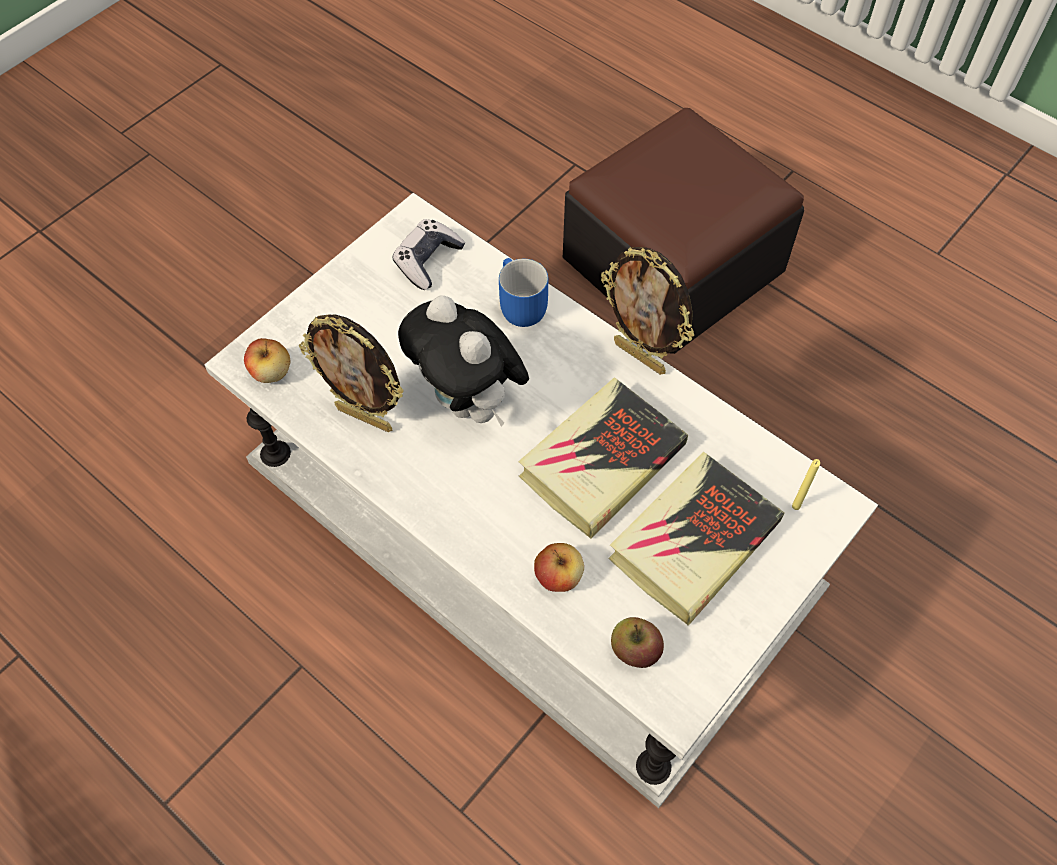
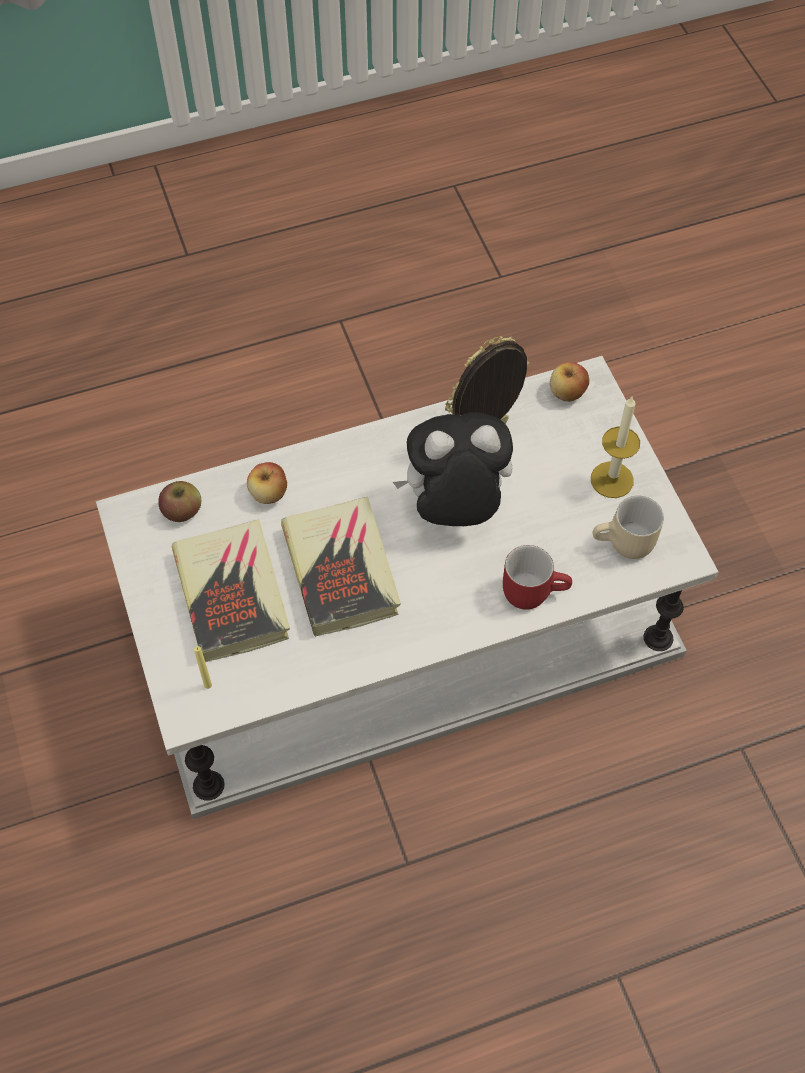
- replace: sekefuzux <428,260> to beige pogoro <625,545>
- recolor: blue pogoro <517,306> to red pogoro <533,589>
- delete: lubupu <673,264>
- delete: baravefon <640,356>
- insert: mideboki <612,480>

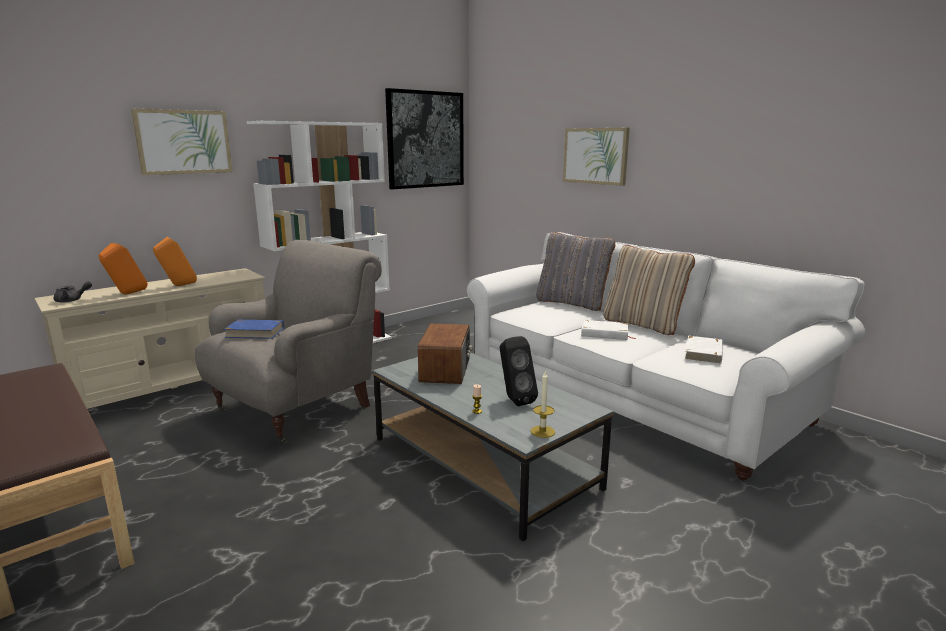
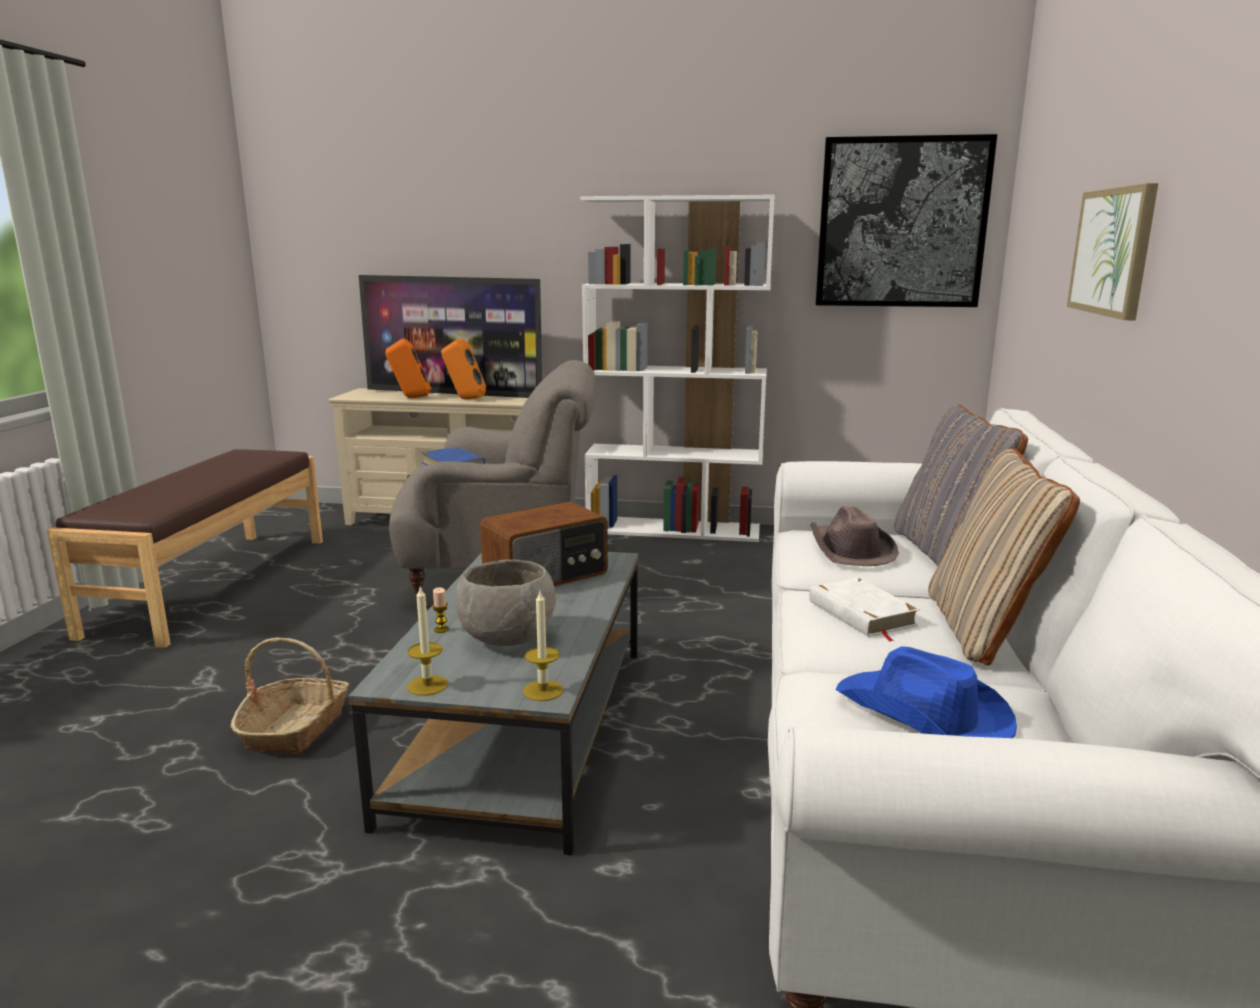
- delete: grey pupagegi <72,300>
- delete: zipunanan <184,142>
- replace: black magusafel <514,400> to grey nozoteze <508,638>
- replace: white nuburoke <704,353> to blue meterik <924,714>
- insert: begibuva <295,728>
- insert: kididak <455,394>
- insert: mideboki <543,690>
- insert: brown meterik <849,549>

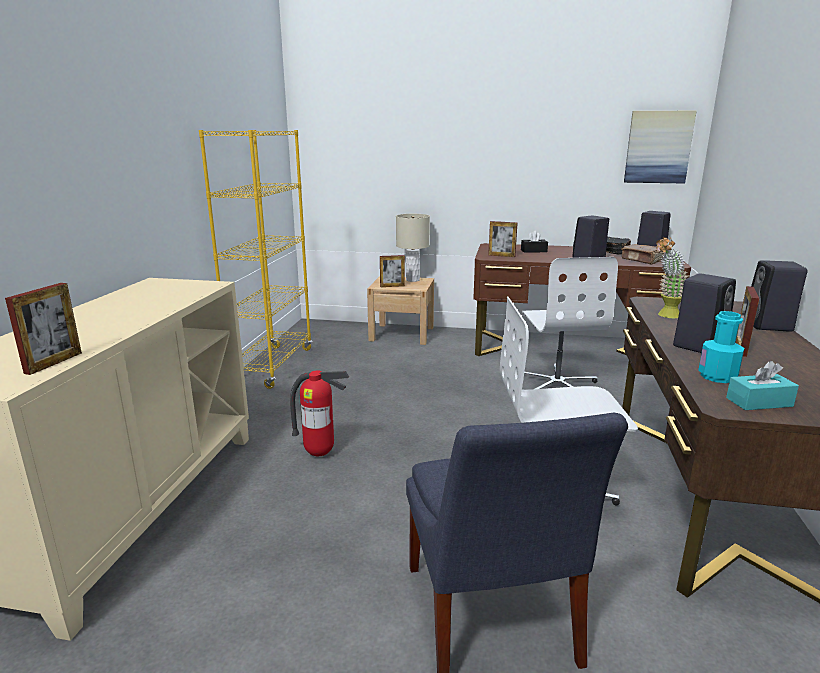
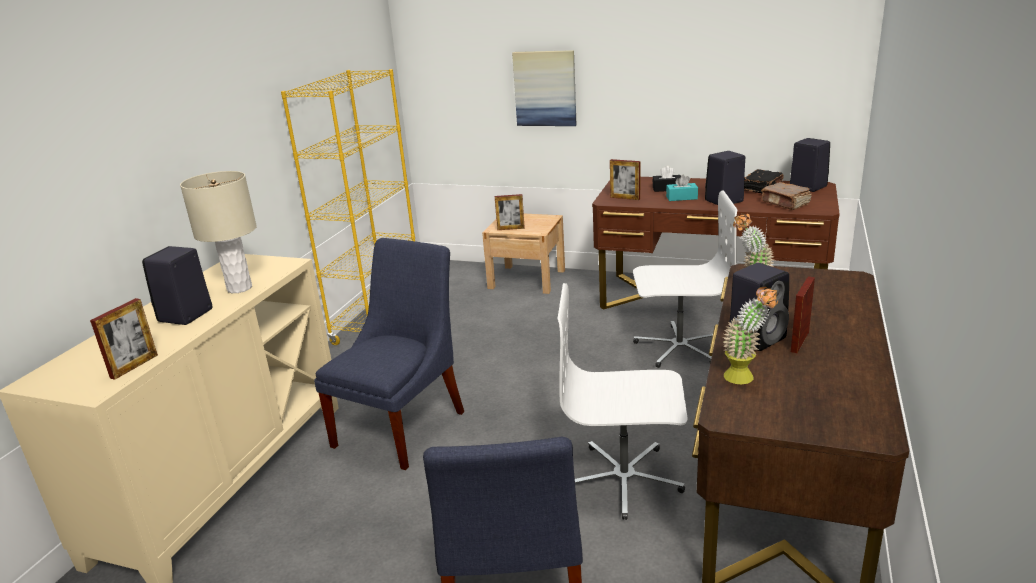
- replace: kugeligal <320,453> to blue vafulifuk <403,425>
- move: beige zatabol <412,280> to <240,288>
- rotate: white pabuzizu <557,384> = <678,347> 90 degrees counterclockwise
- move: zipunanan <658,147> to <545,88>
- replace: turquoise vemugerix <717,376> to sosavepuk <745,379>
- move: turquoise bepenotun <759,402> to <681,198>
- move: black magusafel <769,326> to <185,316>

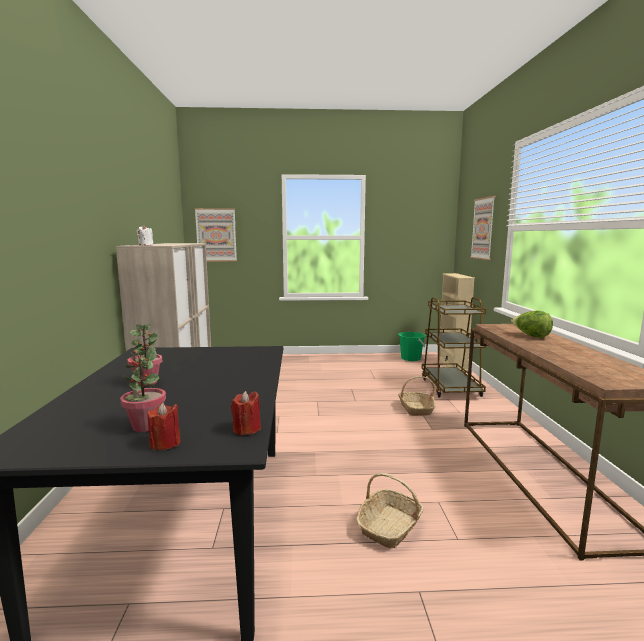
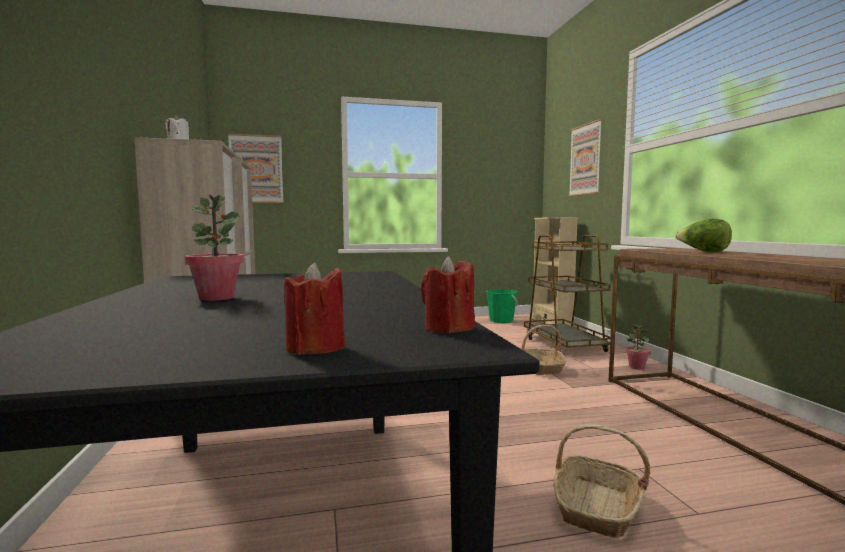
- move: sosavepuk <145,426> to <636,367>

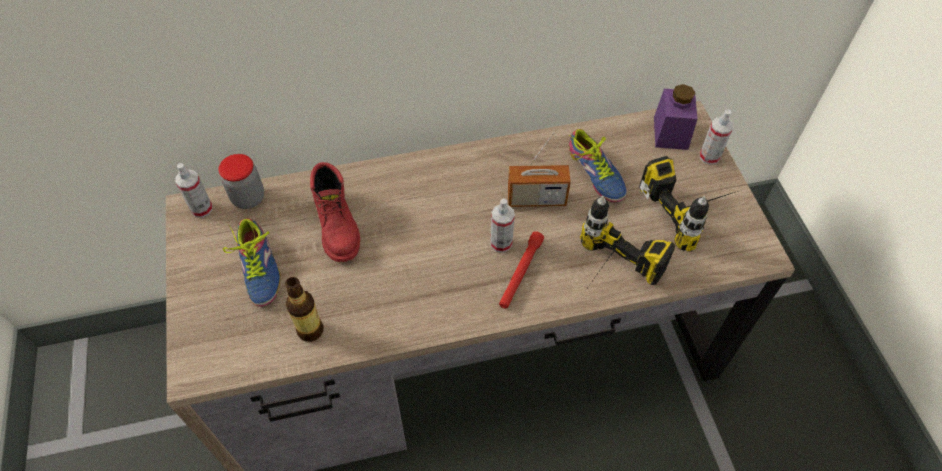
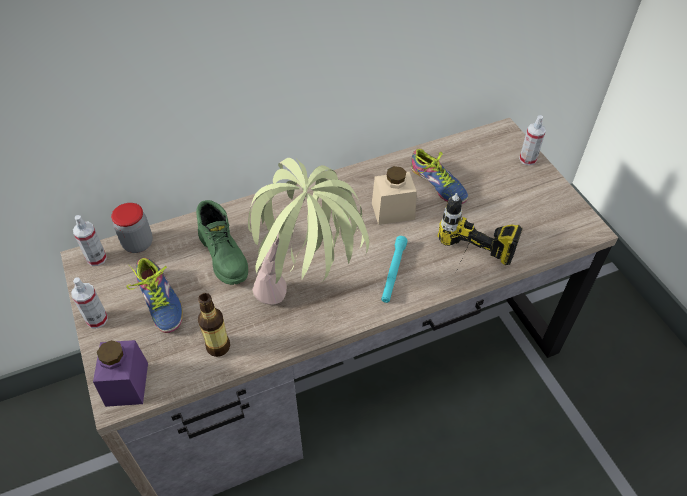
- recolor: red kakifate <338,226> to green kakifate <224,255>
- move: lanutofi <501,243> to <97,319>
- recolor: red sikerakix <520,273> to turquoise sikerakix <393,272>
- replace: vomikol <536,199> to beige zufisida <393,211>
- delete: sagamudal <694,211>
- move: purple zufisida <670,133> to <127,384>
- insert: sosavepuk <309,298>

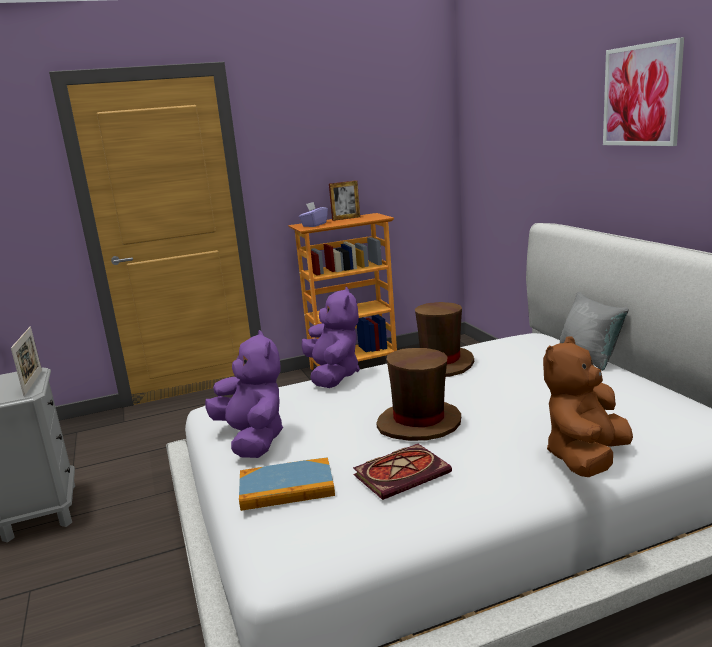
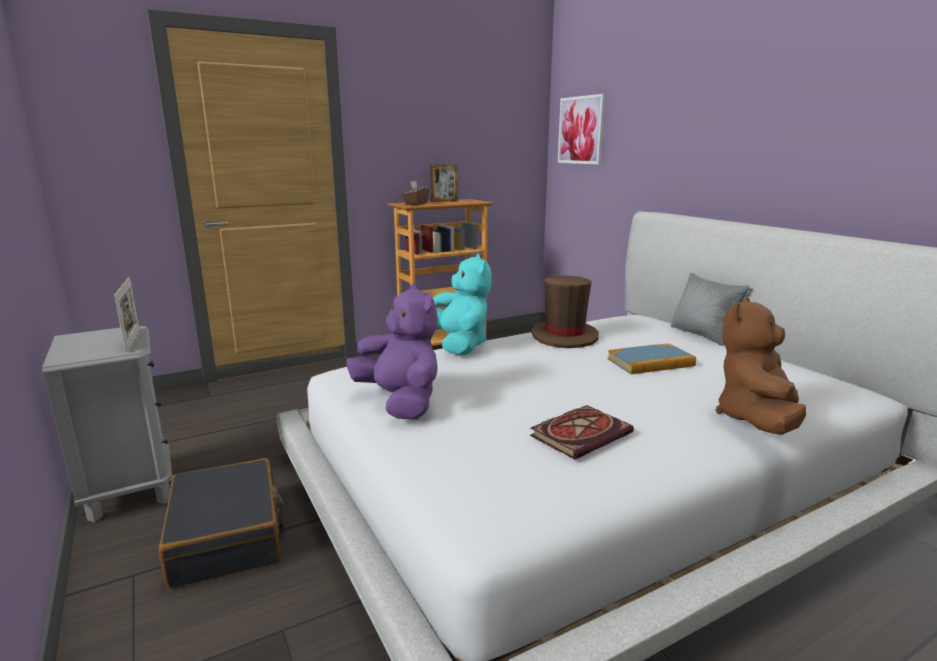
- move: nuburoke <286,488> to <650,362>
- recolor: purple bepenotun <314,225> to brown bepenotun <416,204>
- recolor: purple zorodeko <333,375> to turquoise zorodeko <459,345>
- delete: brown meterik <419,423>
- move: zipunanan <641,95> to <581,130>
- insert: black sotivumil <228,536>

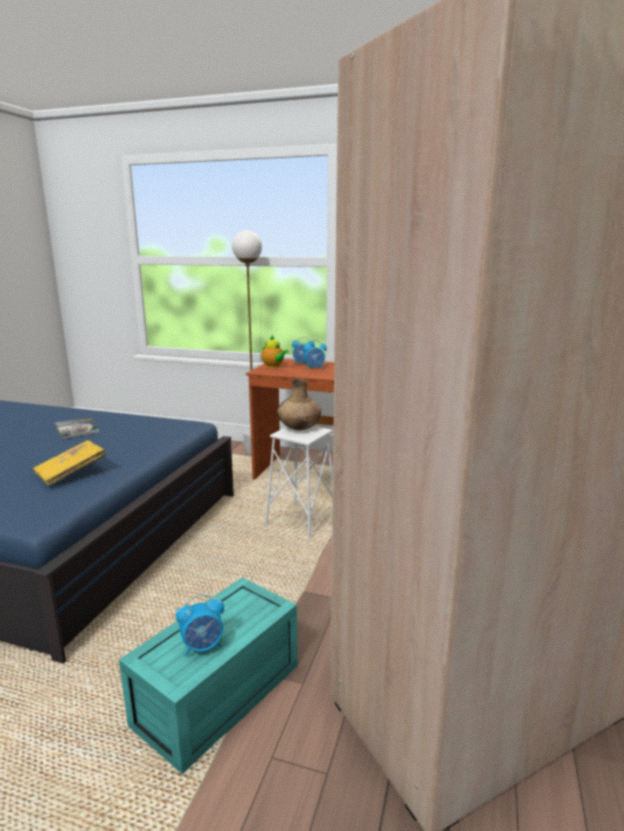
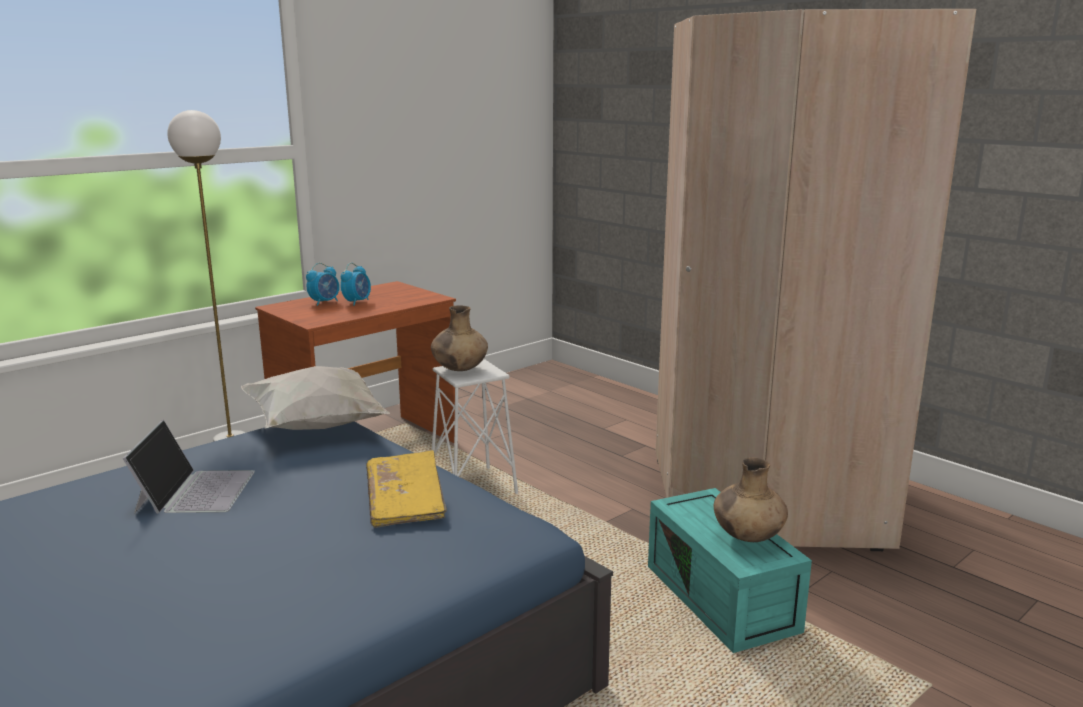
- replace: nuburoke <76,429> to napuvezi <195,490>
- replace: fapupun <203,646> to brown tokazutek <747,536>
- delete: pupagegi <274,366>
- insert: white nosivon <318,428>

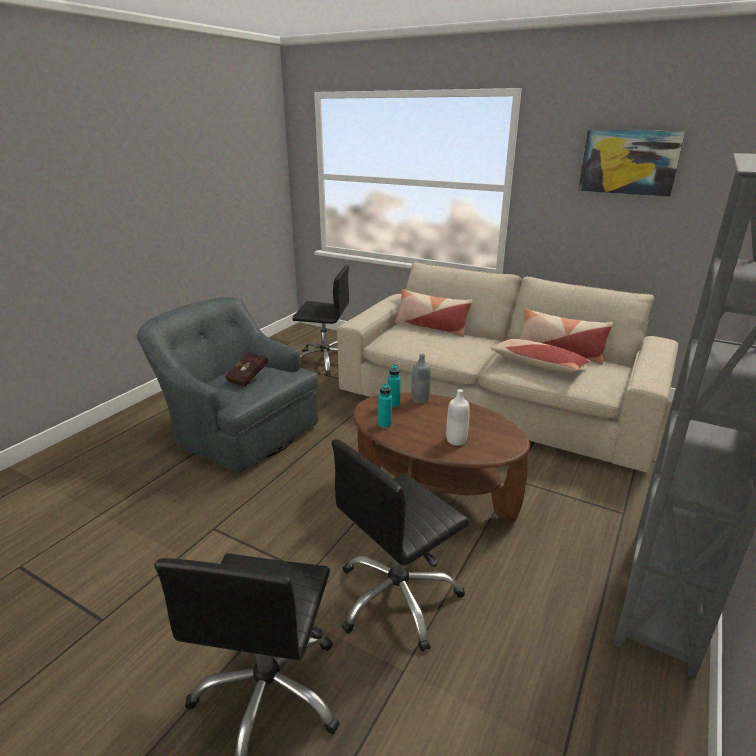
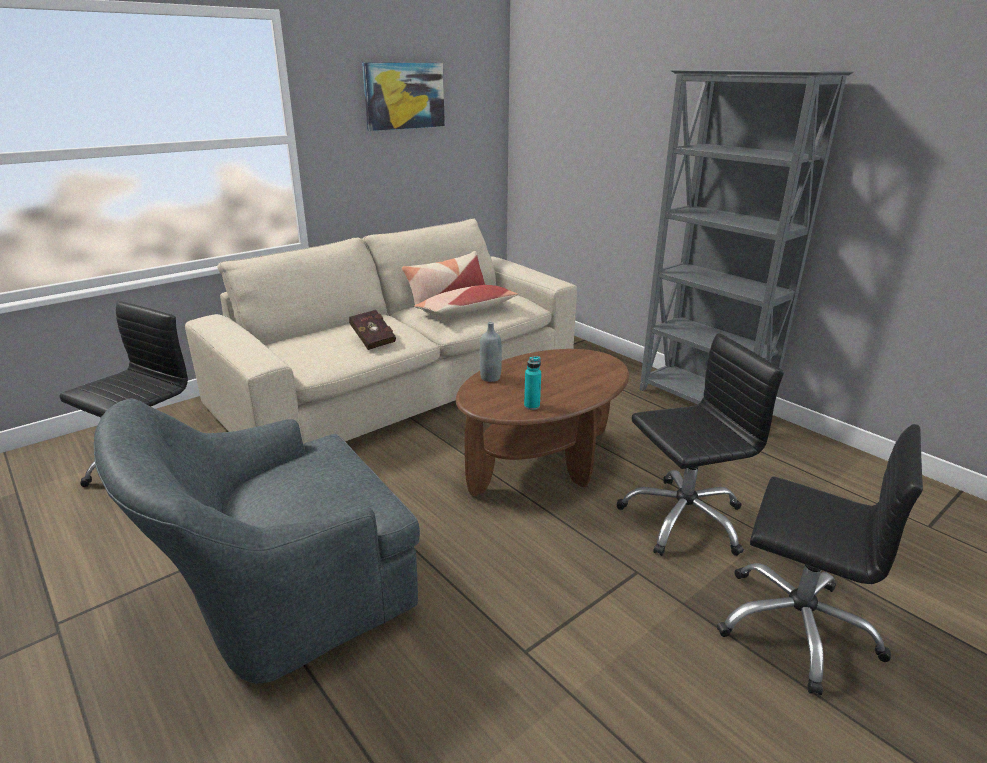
- move: red nuburoke <250,378> to <372,340>
- rotate: black pabuzizu <398,597> = <683,518> 90 degrees counterclockwise
- delete: turquoise vemugerix <393,404>
- delete: nosivon <431,327>
- delete: white vemugerix <456,440>

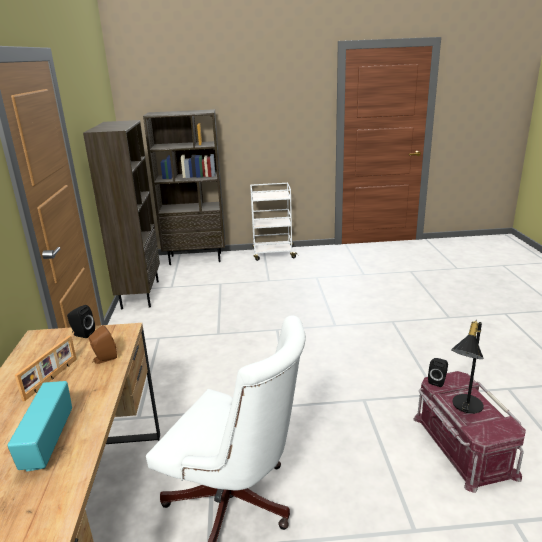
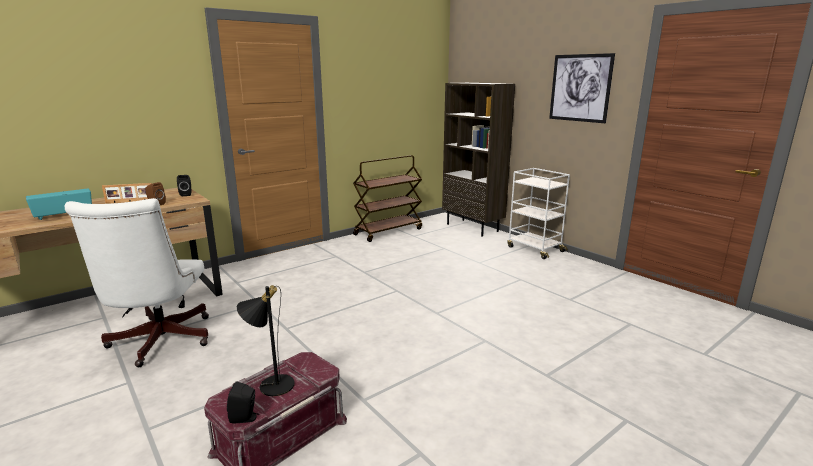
- replace: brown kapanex <139,294> to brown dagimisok <388,231>
- move: black magusafel <437,381> to <245,418>
- insert: zipunanan <580,88>

